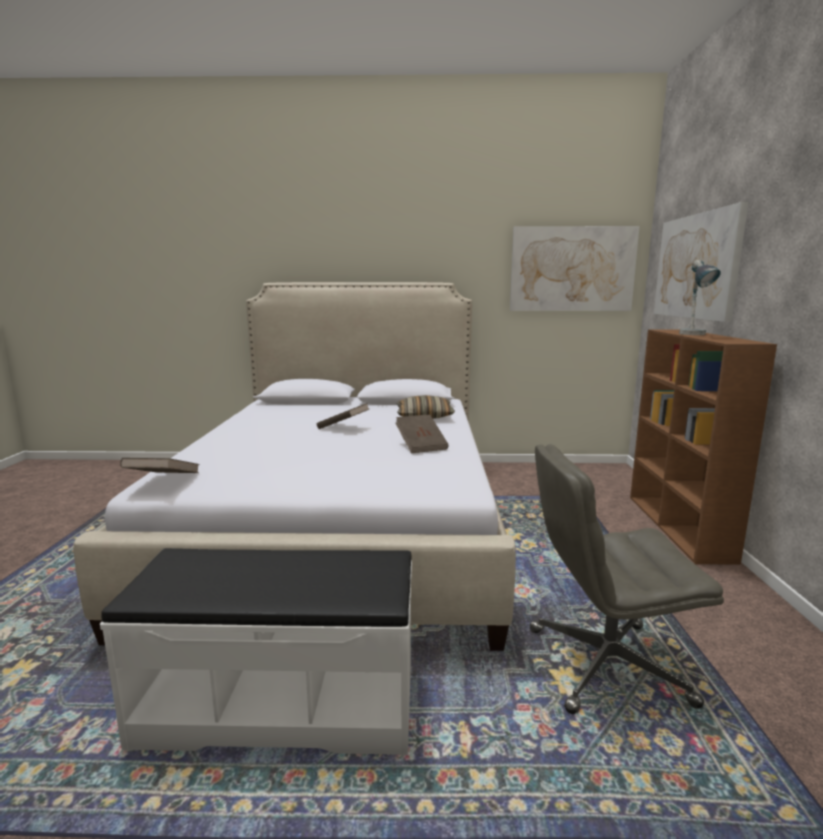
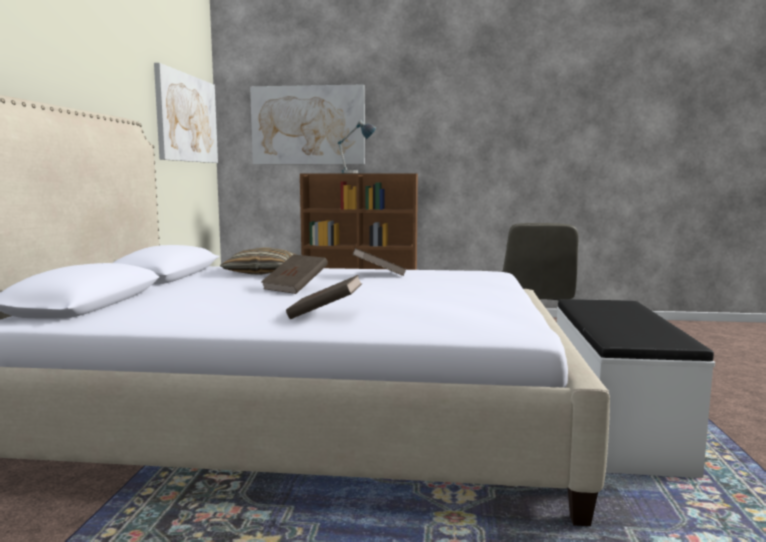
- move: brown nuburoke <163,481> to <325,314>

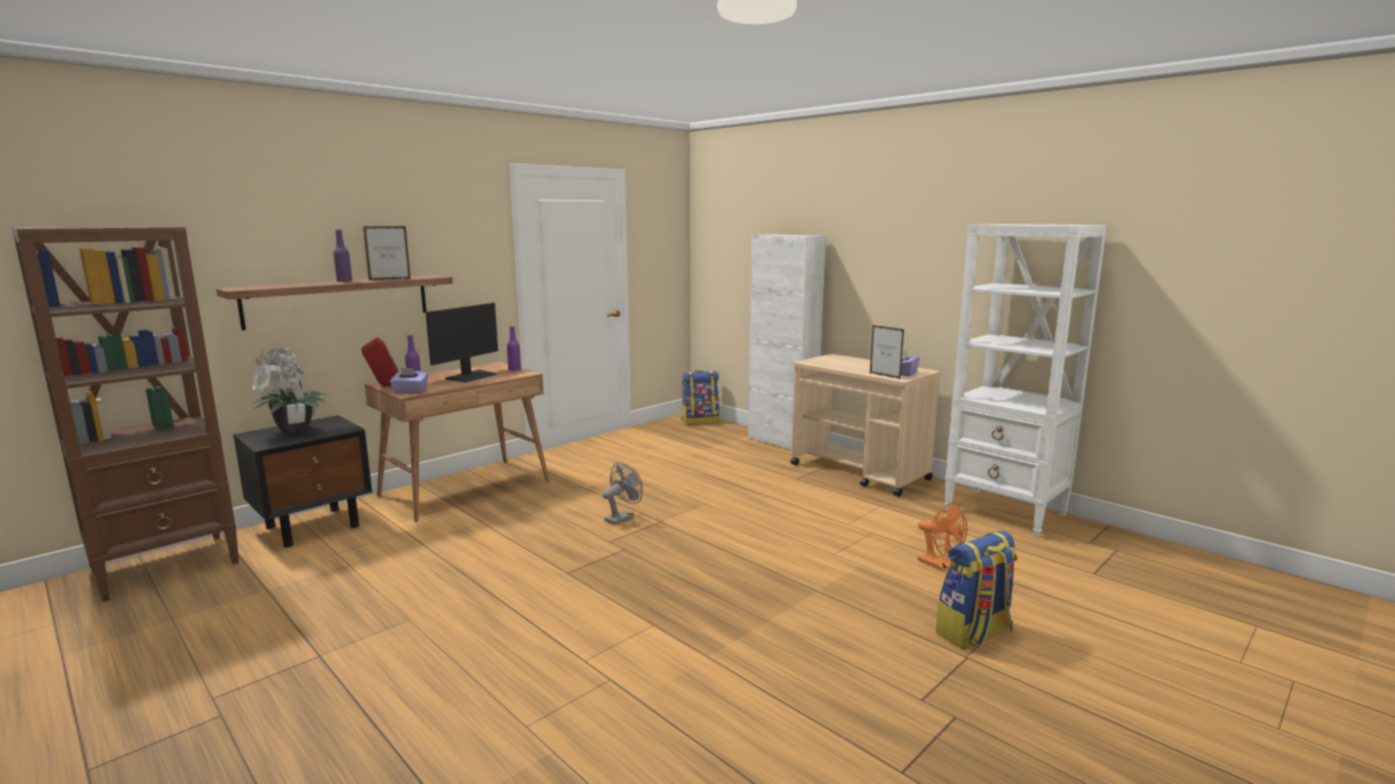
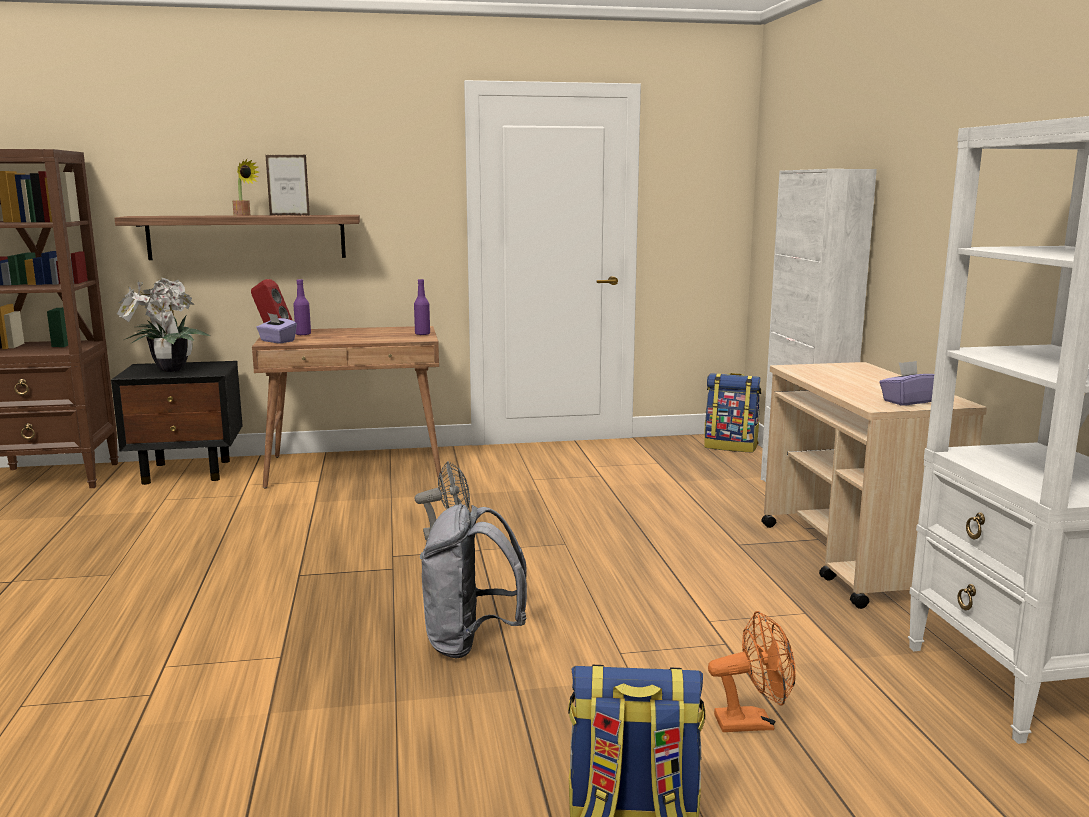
- replace: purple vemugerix <344,281> to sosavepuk <244,215>
- delete: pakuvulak <471,376>
- delete: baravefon <884,376>
- rotate: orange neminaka <940,565> = <753,722> 90 degrees counterclockwise
- insert: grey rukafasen <471,642>

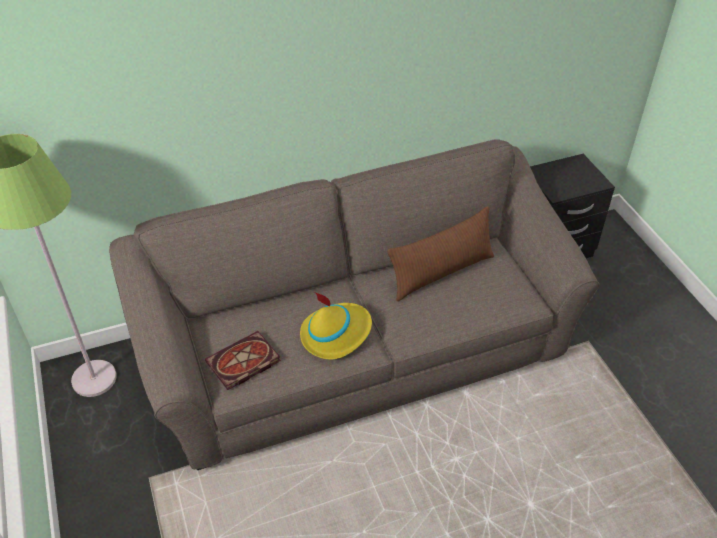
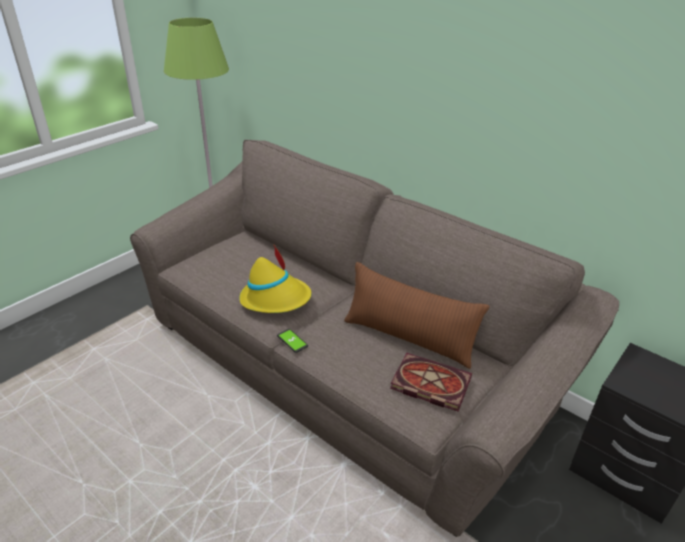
- move: nuburoke <242,363> to <428,384>
- insert: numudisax <292,341>

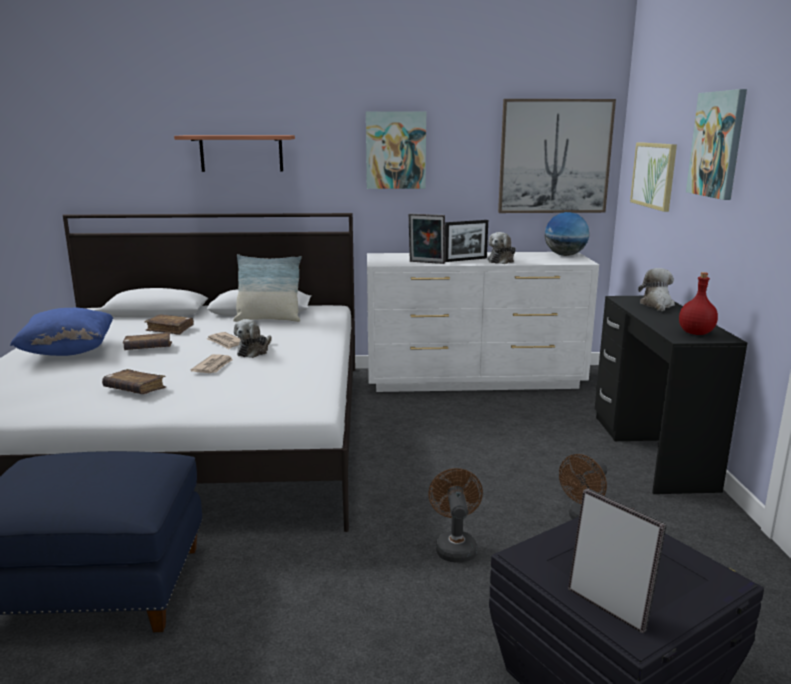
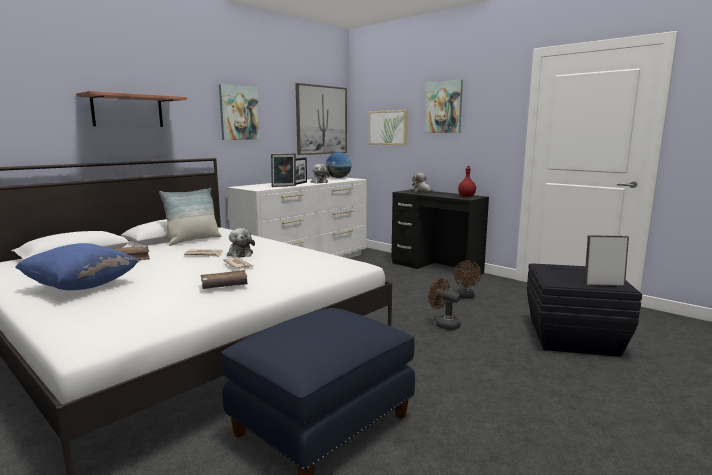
- delete: brown nuburoke <148,348>

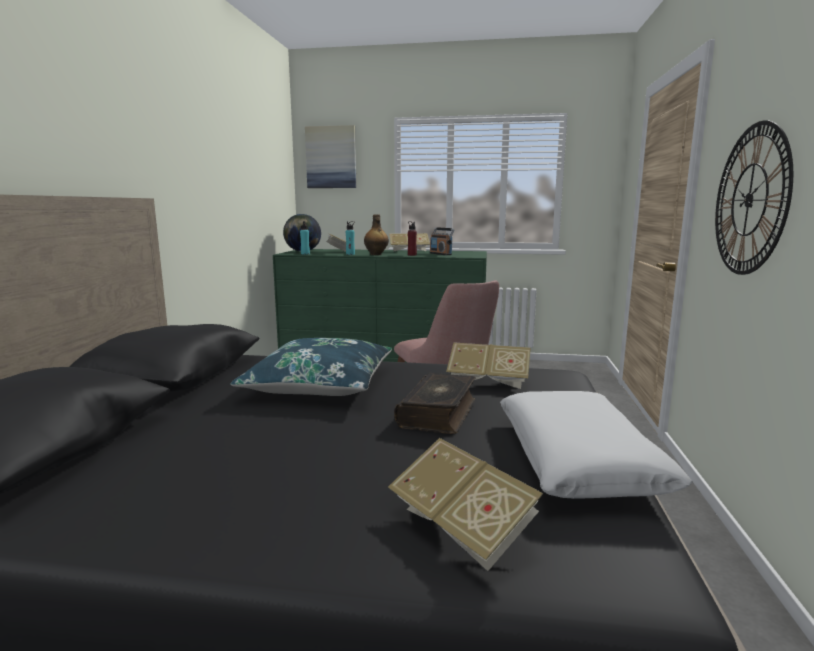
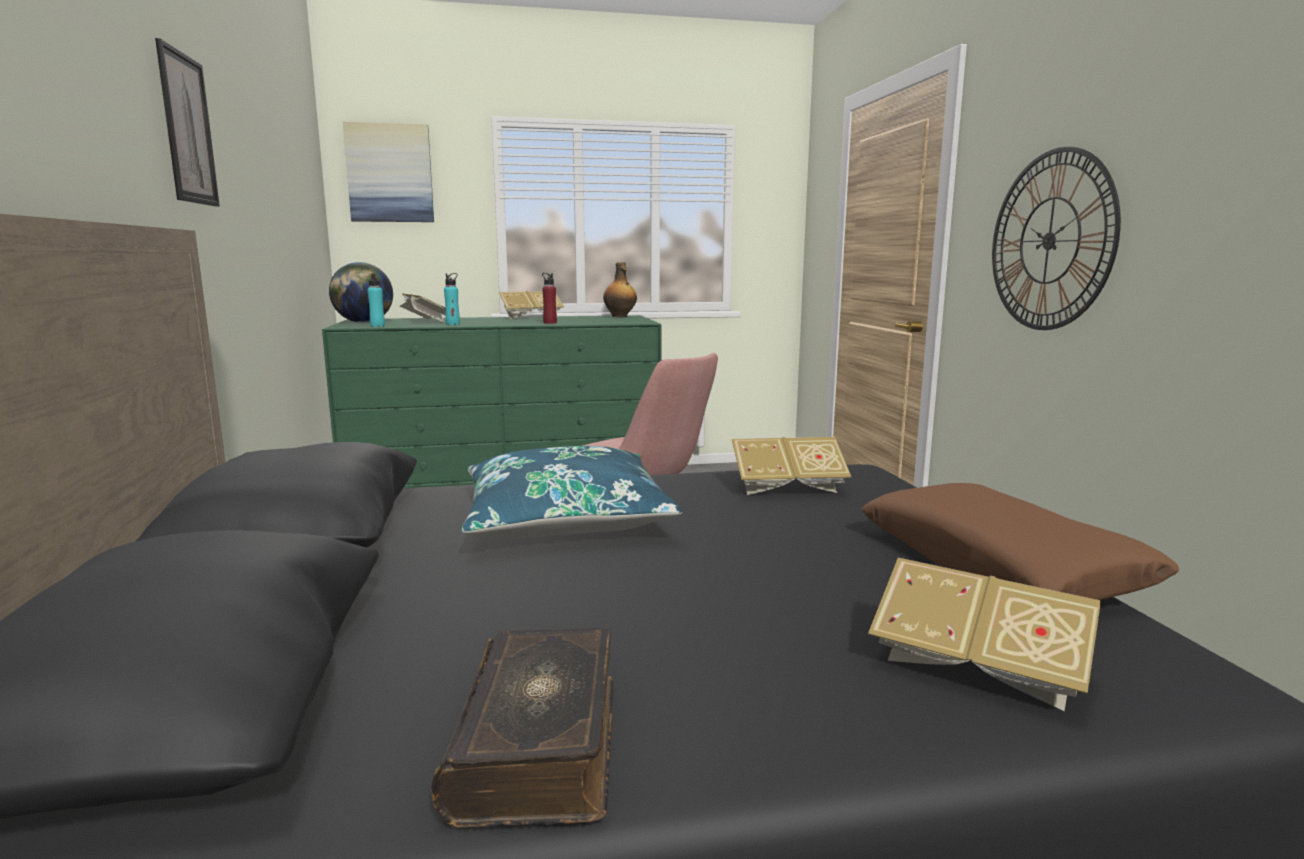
- move: vemugerix <376,254> to <620,316>
- move: nuburoke <439,413> to <541,743>
- delete: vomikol <441,254>
- recolor: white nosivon <577,459> to brown nosivon <999,566>
- insert: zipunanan <187,129>

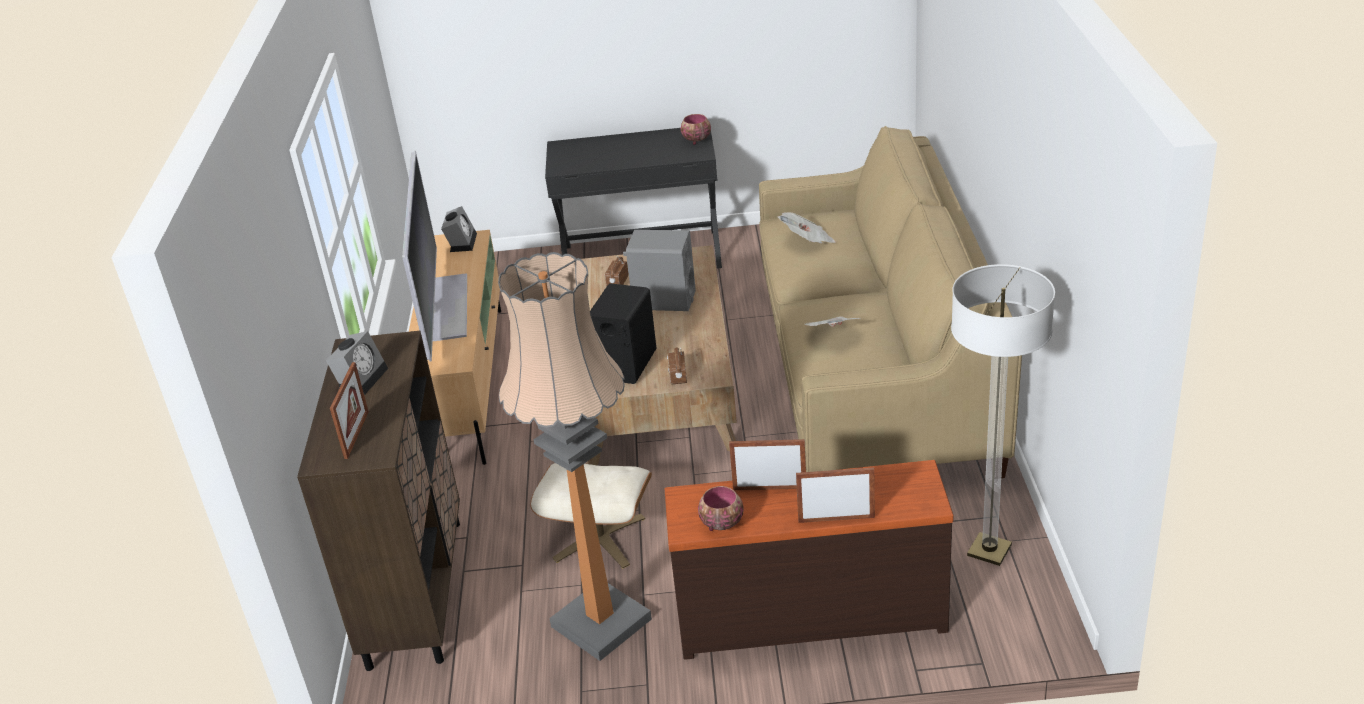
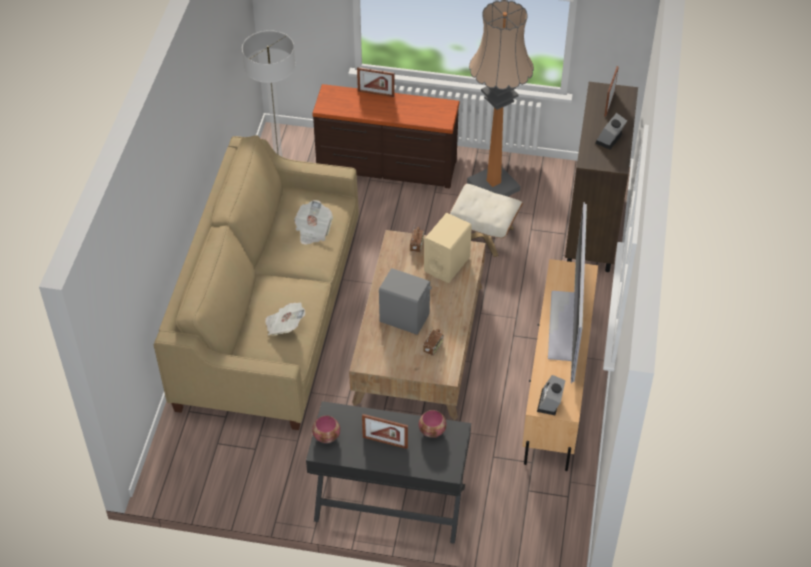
- recolor: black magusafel <626,364> to beige magusafel <447,264>
- move: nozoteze <721,523> to <432,431>
- move: baravefon <769,488> to <385,442>

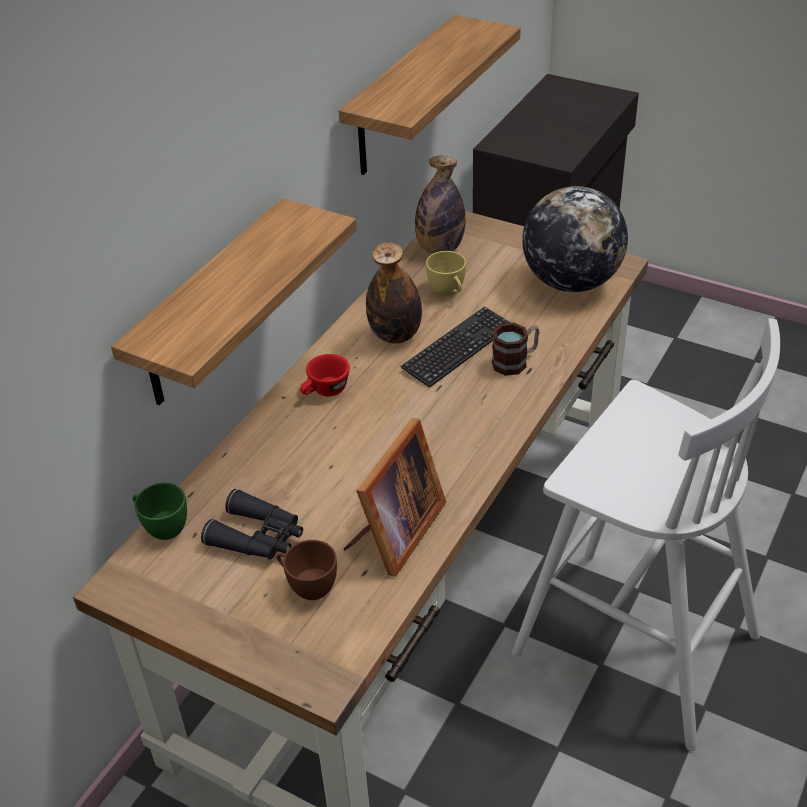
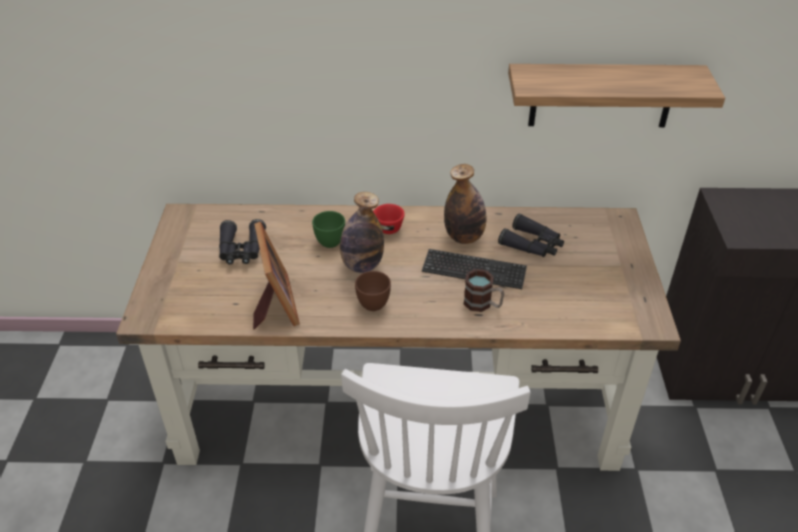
- delete: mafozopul <210,307>
- move: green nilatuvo <162,527> to <330,239>
- move: brown nilatuvo <307,586> to <373,301>
- rotate: baravefon <394,534> = <274,305> 105 degrees counterclockwise
- move: vemugerix <440,248> to <362,265>
- replace: yellow nilatuvo <448,292> to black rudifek <532,245>
- delete: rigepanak <571,282>

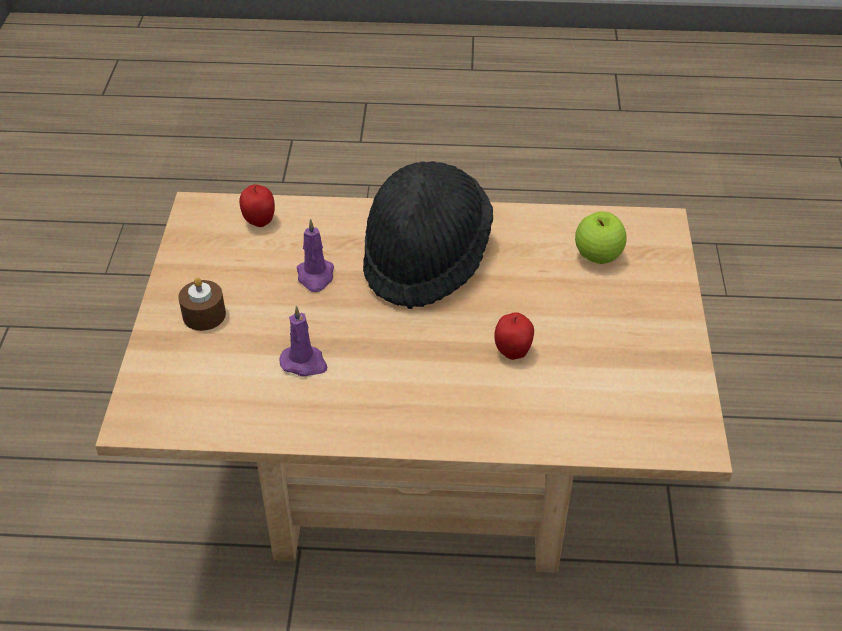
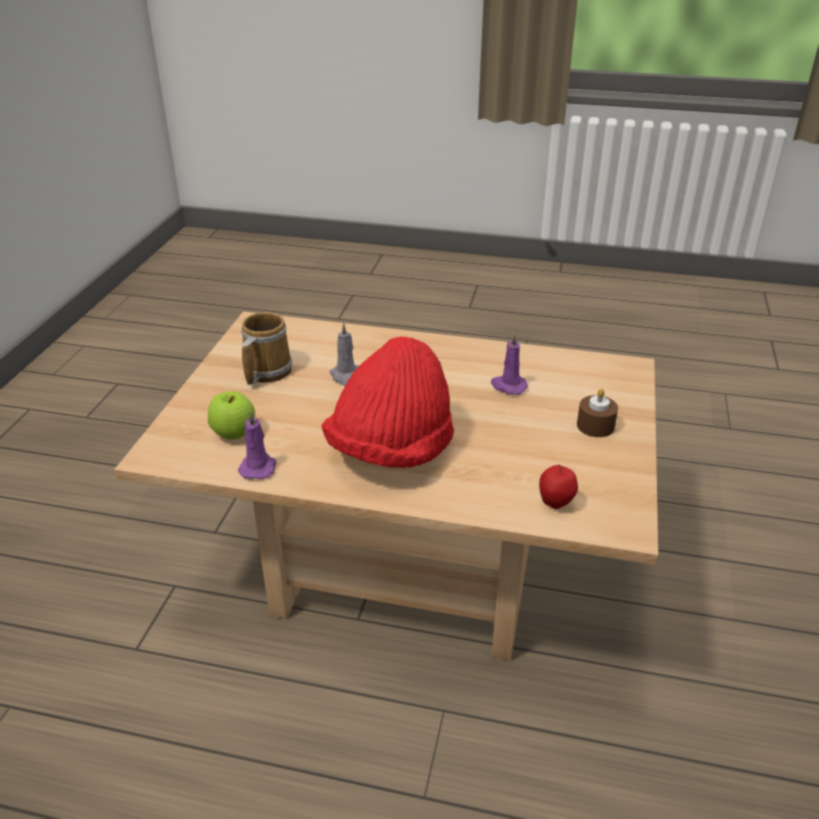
- move: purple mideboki <315,277> to <258,467>
- recolor: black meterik <425,258> to red meterik <391,450>
- replace: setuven <512,352> to grey mideboki <346,377>
- insert: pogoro <265,371>

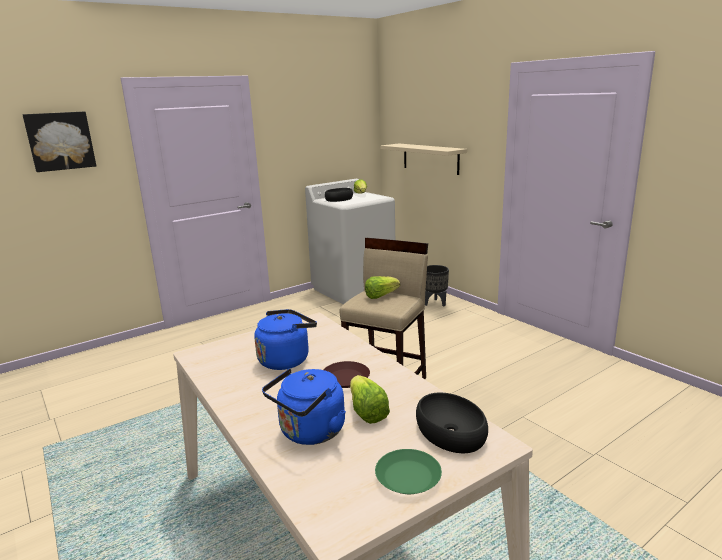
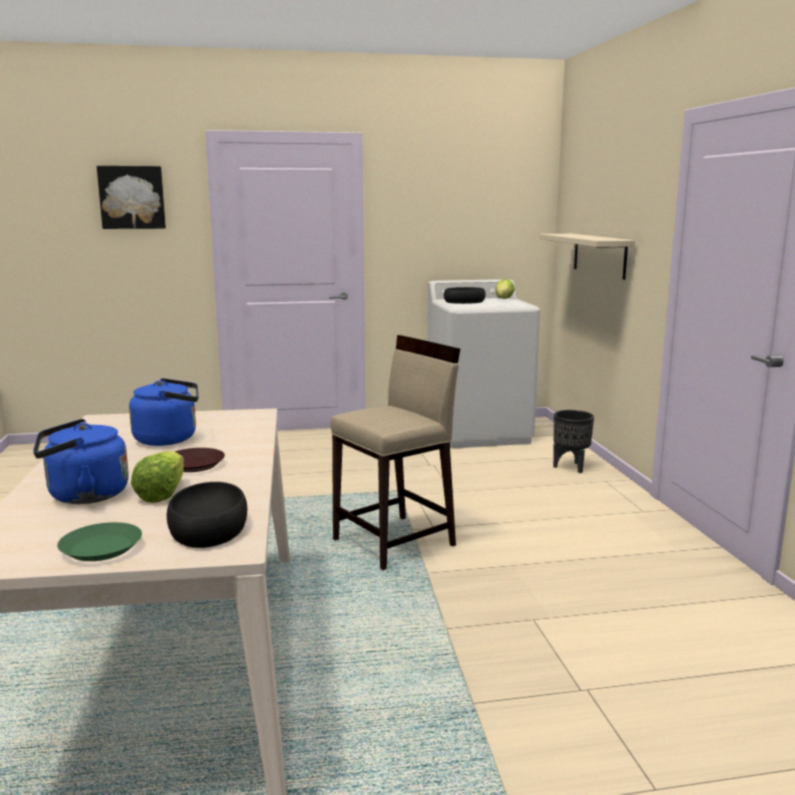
- delete: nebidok <381,296>

